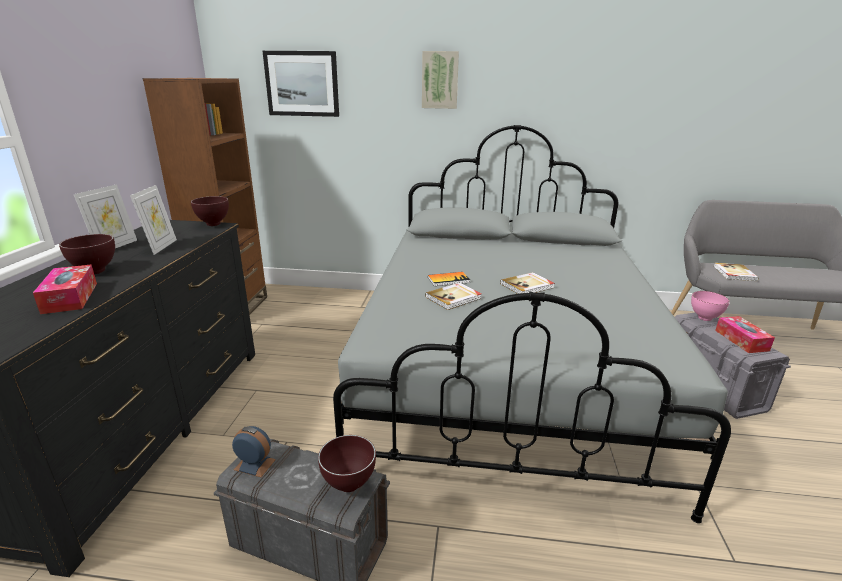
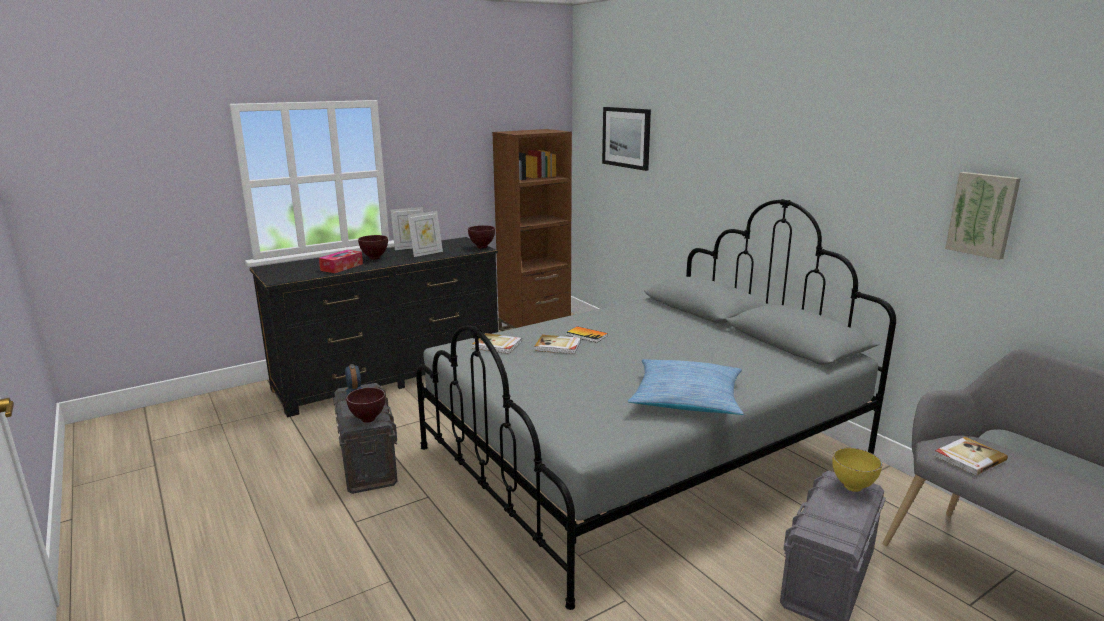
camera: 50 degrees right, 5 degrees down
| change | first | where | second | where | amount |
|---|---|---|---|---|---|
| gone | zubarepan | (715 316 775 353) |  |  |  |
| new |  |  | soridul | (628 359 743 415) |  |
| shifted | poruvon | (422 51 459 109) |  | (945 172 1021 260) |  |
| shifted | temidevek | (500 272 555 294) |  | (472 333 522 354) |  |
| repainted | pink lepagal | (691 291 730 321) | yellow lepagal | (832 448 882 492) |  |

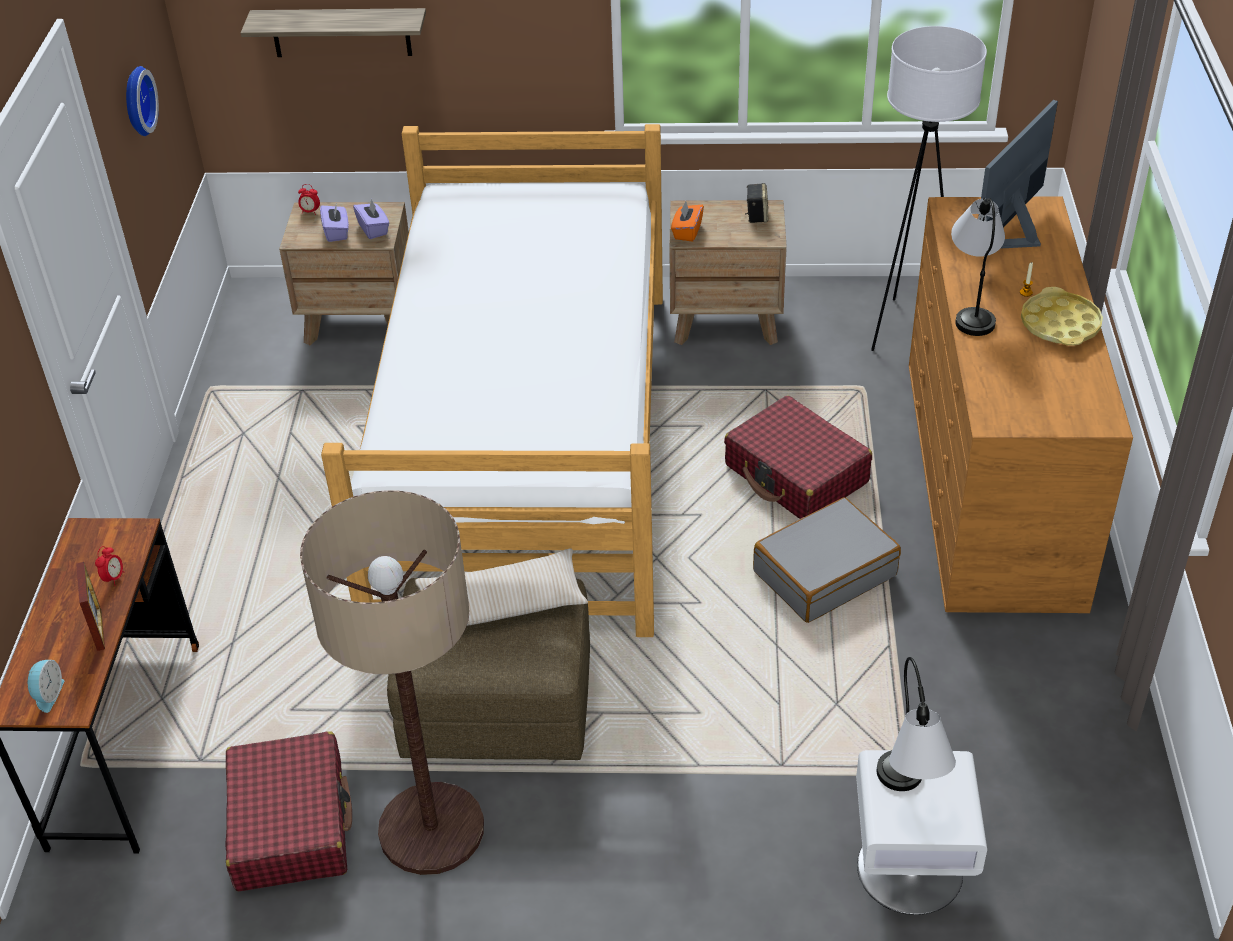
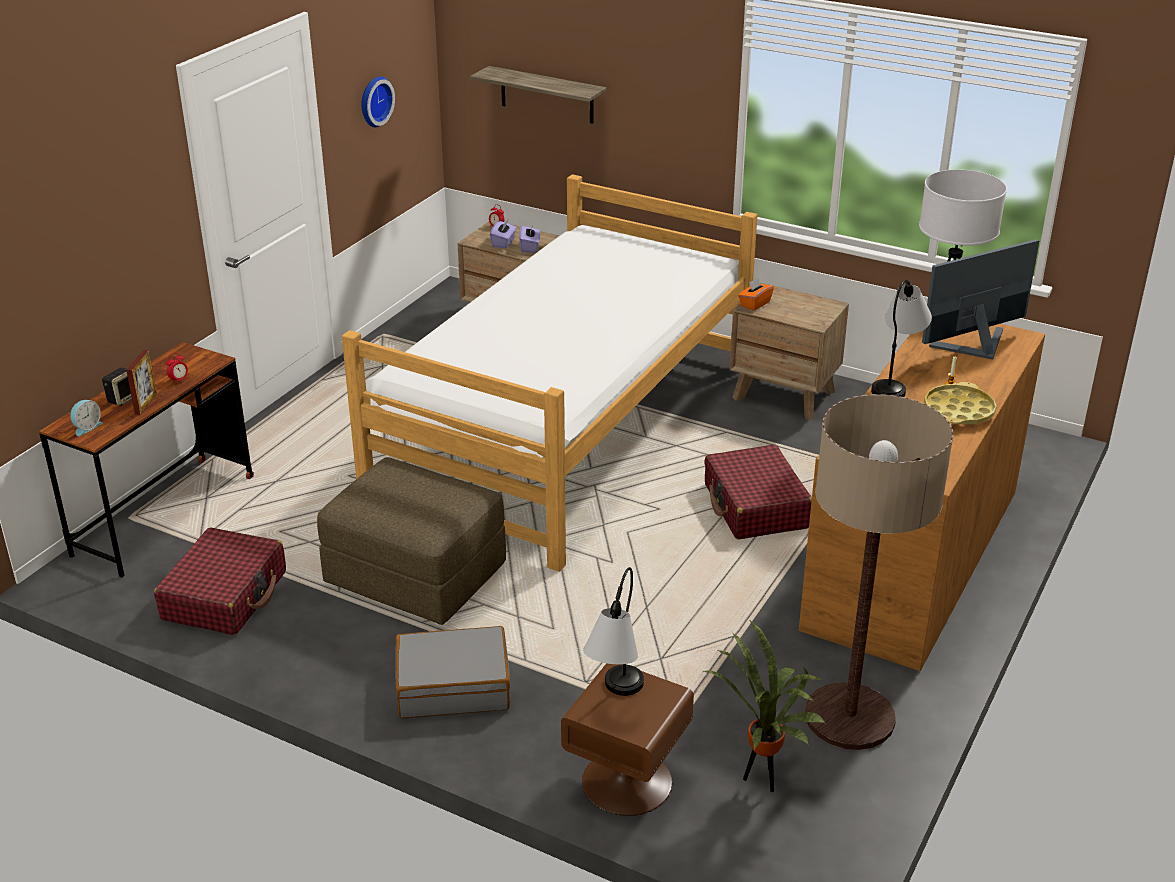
camera: 25 degrees right, 10 degrees down
| change | first | where | second | where | amount |
|---|---|---|---|---|---|
| gone | beige soridul | (415 549 588 626) |  |  |  |
| new |  |  | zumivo | (702 621 827 792) |  |
| shifted | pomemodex | (300 490 484 875) |  | (805 394 953 750) |  |
| shifted | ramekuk | (745 183 768 223) |  | (102 367 132 406) |  |
| shifted | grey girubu | (753 497 901 623) |  | (395 626 510 718) |  |
| repainted | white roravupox | (856 750 987 915) | brown roravupox | (561 663 694 816) |  |

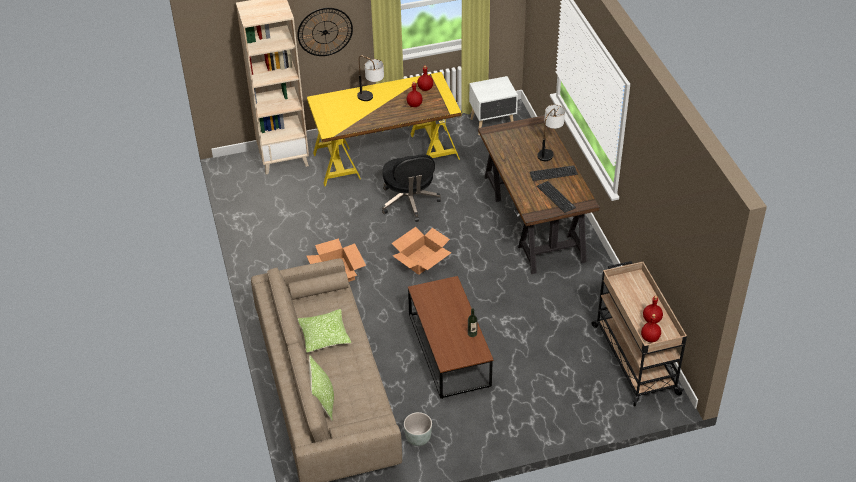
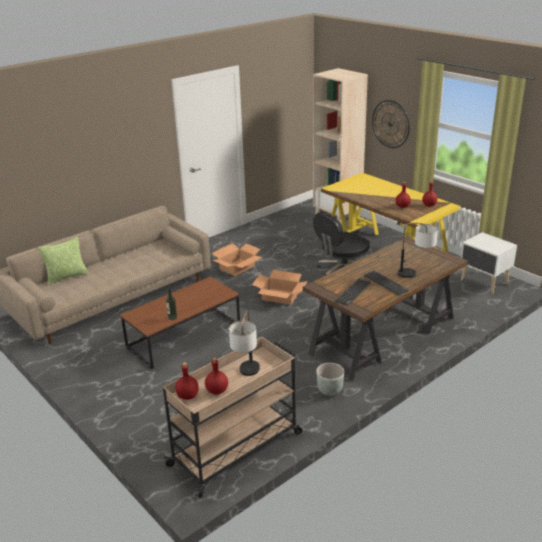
camera: 65 degrees right, 15 degrees down
| change | first | where | second | where | amount |
|---|---|---|---|---|---|
| gone | soridul | (298 309 351 353) |  |  |  |
| shifted | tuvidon | (357 55 384 101) |  | (229 310 260 376) |  |
| shifted | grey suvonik | (404 412 432 446) |  | (316 363 344 396) |  |

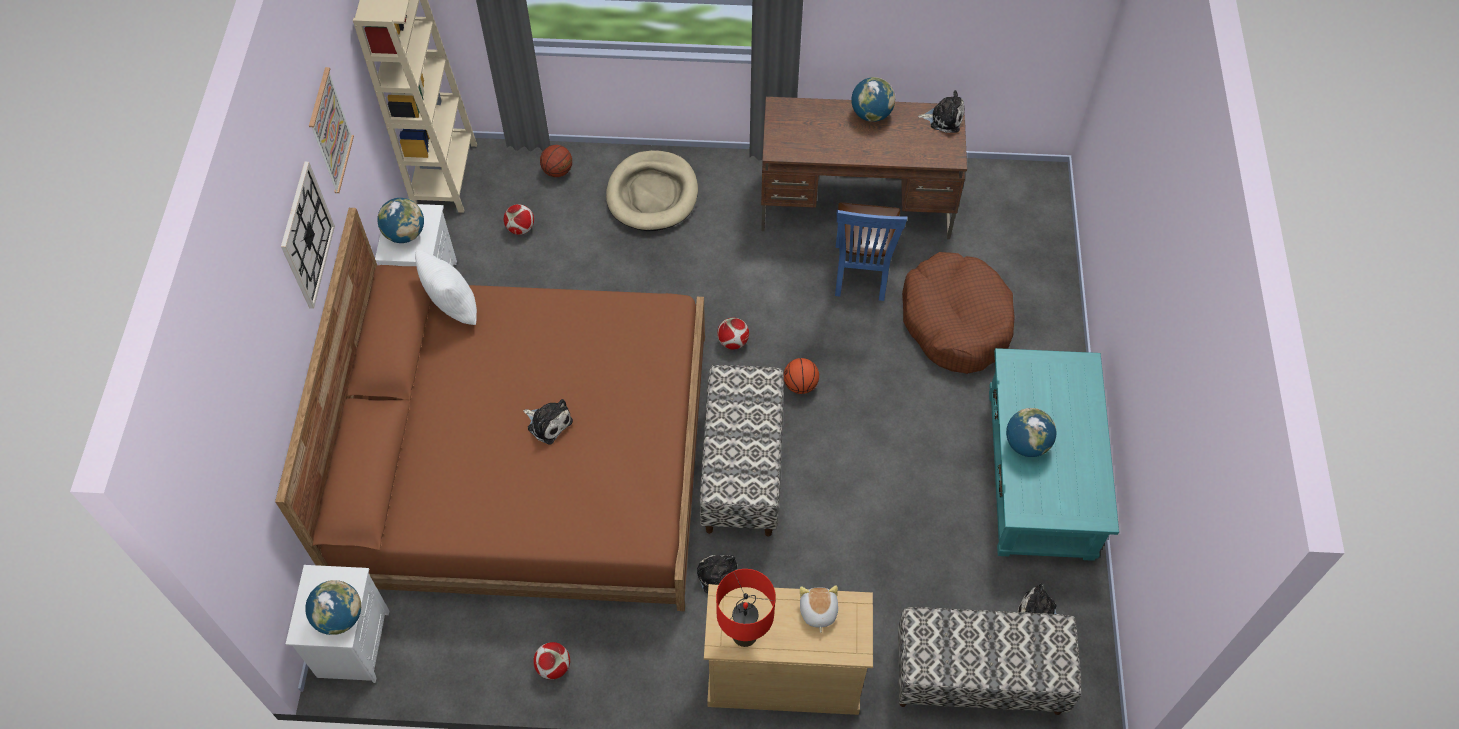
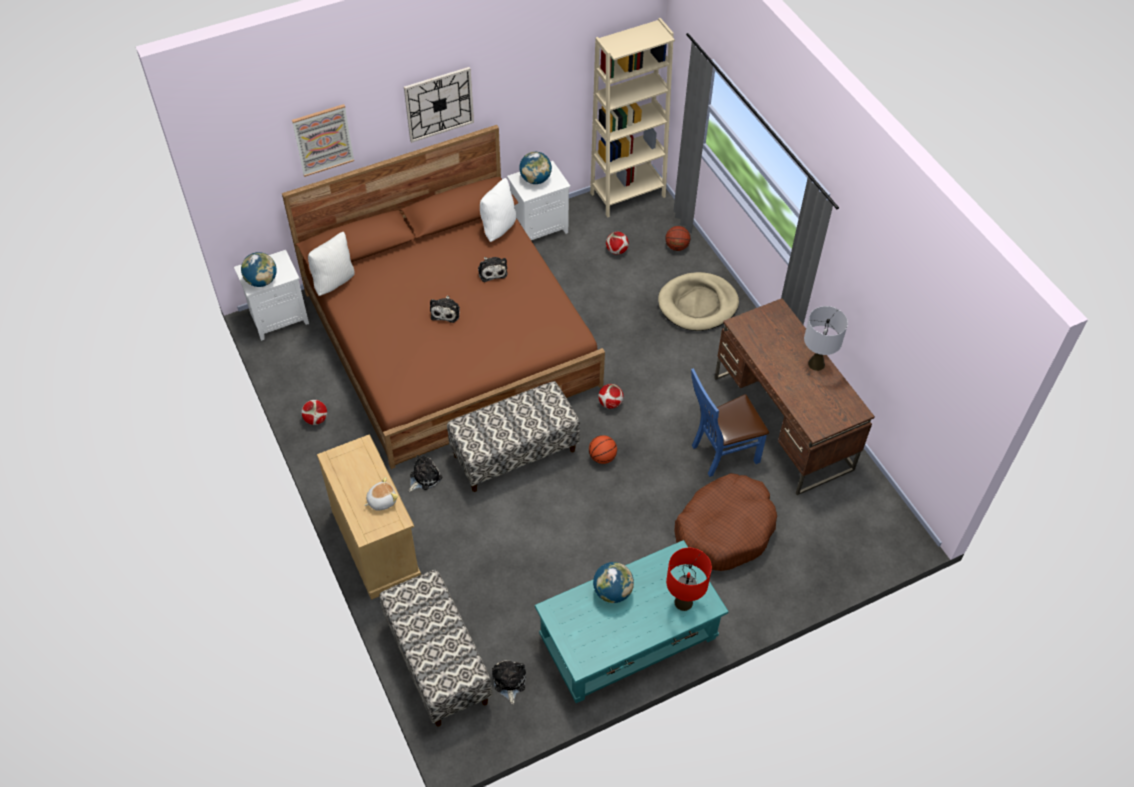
camera: 60 degrees right, 5 degrees down
| change | first | where | second | where | amount |
|---|---|---|---|---|---|
| new |  |  | white soridul | (308 232 355 296) |  |
| shifted | poruvon | (309 67 354 193) |  | (292 104 354 177) |  |
| shifted | red tuvidon | (716 569 776 647) |  | (666 548 712 611) |  |
| shifted | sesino | (918 90 964 133) |  | (478 257 507 282) |  |
| swapped | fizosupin | (851 77 895 122) | grey tuvidon | (804 306 848 371) |  |

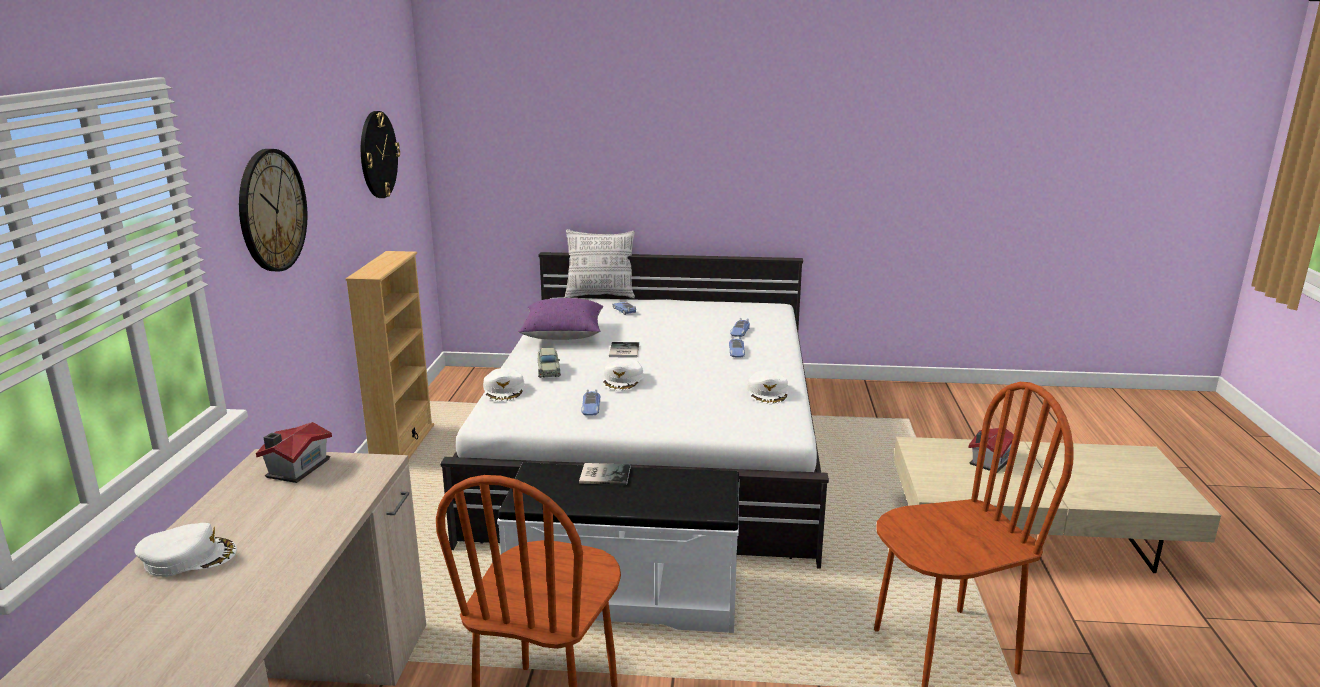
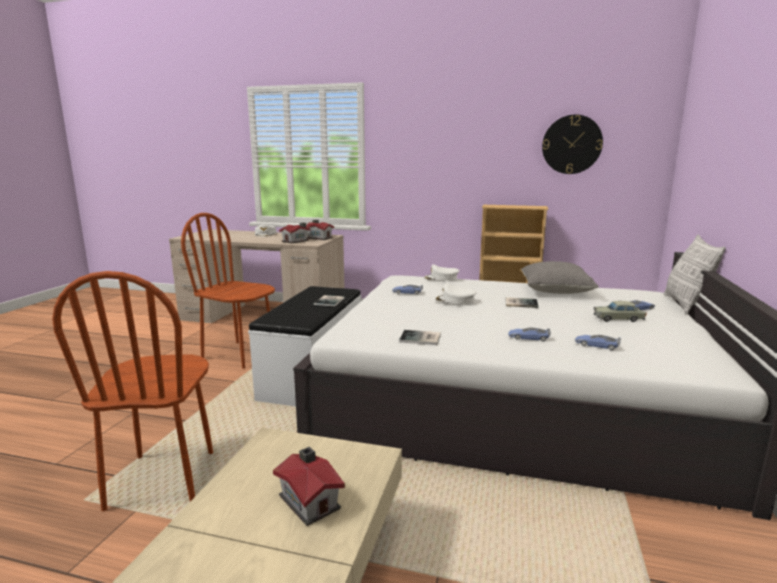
camera: 100 degrees right, 5 degrees down
| change | first | where | second | where | amount |
|---|---|---|---|---|---|
| gone | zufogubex | (239 149 307 271) |  |  |  |
| new |  |  | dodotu | (279 222 310 243) |  |
| shifted | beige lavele | (538 348 561 378) |  | (594 301 647 322) |  |
| swapped | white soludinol | (747 370 788 404) | temidevek | (399 330 441 345) |  |
| repainted | purple soridul | (518 298 603 340) | grey soridul | (521 261 599 294) |  |

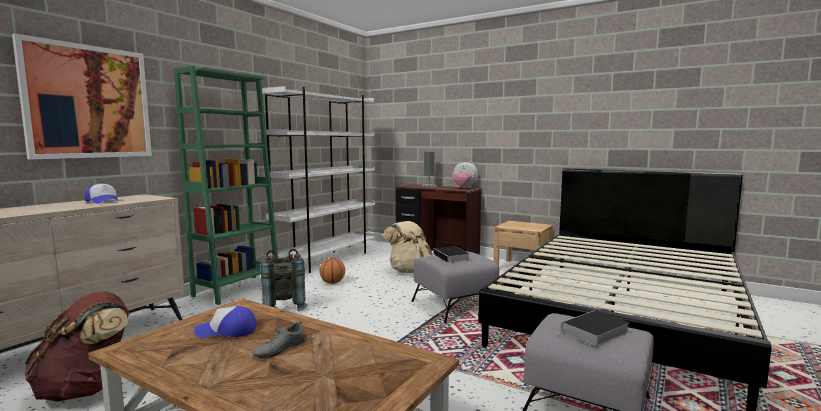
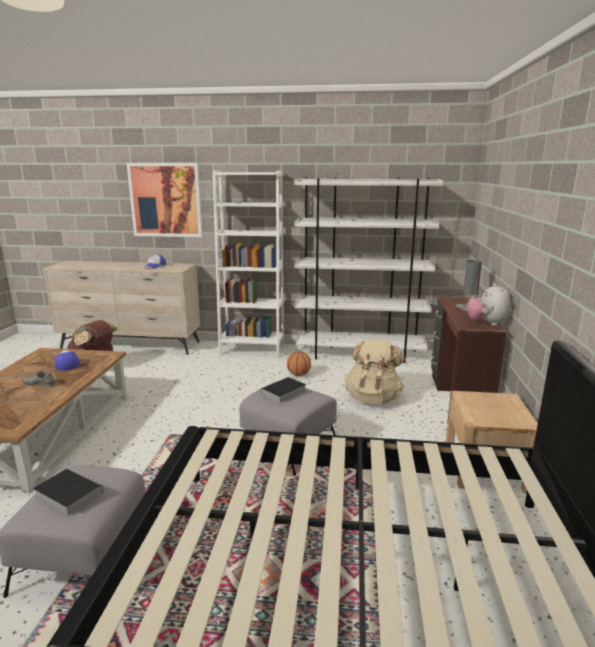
camera: 65 degrees right, 10 degrees up
| change | first | where | second | where | amount |
|---|---|---|---|---|---|
| gone | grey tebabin | (261 249 308 311) |  |  |  |
| repainted | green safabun | (174 66 278 305) | white safabun | (213 170 284 358) |  |

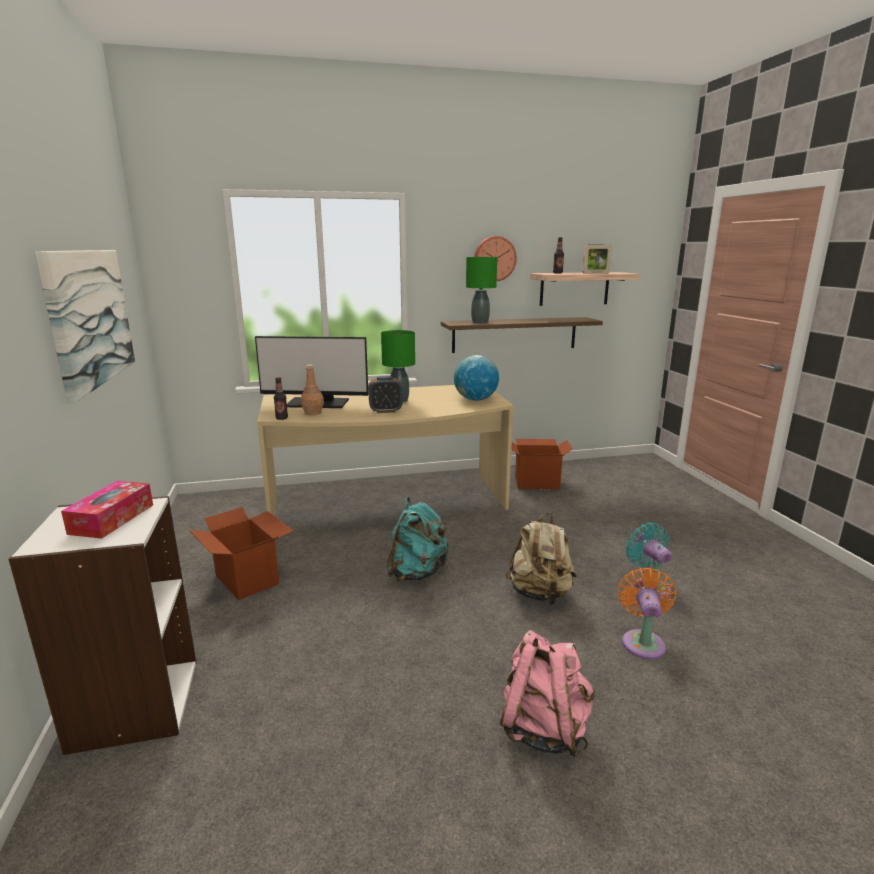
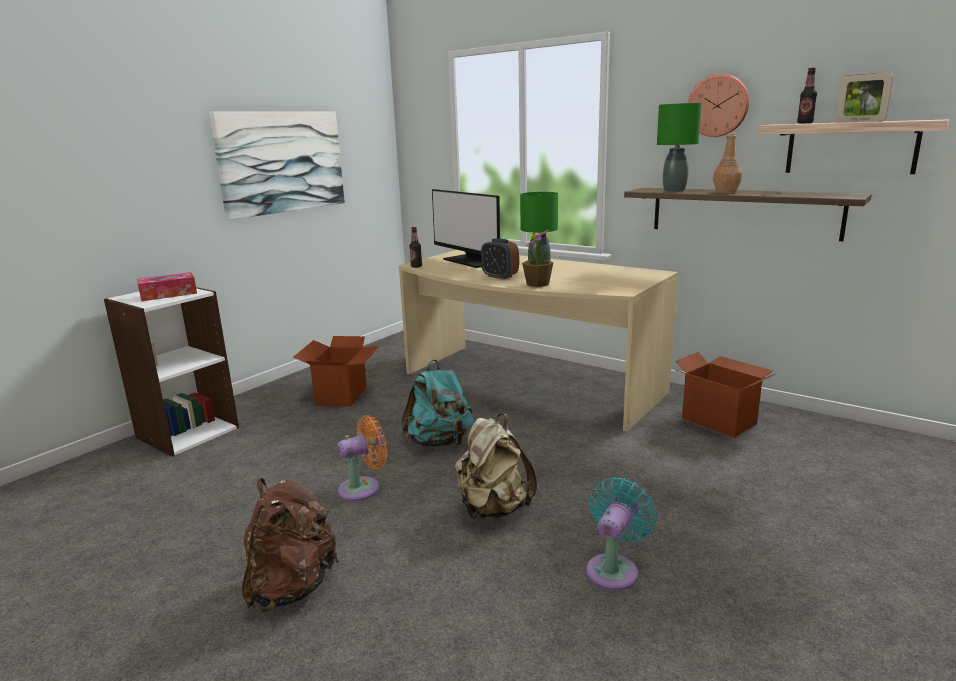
camera: 50 degrees right, 0 degrees up
| change | first | where | second | where | amount |
|---|---|---|---|---|---|
| gone | fizosupin | (454 355 499 401) |  |  |  |
| new |  |  | zumivo | (522 229 554 287) |  |
| shifted | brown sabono | (301 365 324 415) |  | (713 133 742 193) |  |
| shifted | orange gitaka | (617 568 677 659) |  | (337 415 387 501) |  |
| repainted | pink tebabin | (500 630 595 758) | brown tebabin | (242 478 339 612) |  |

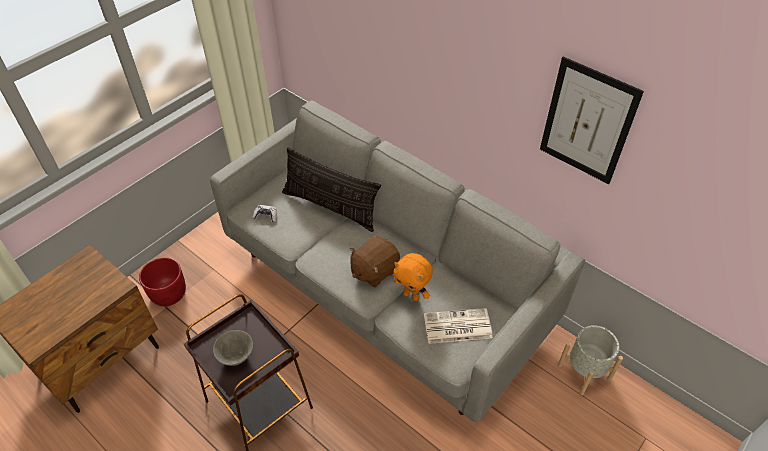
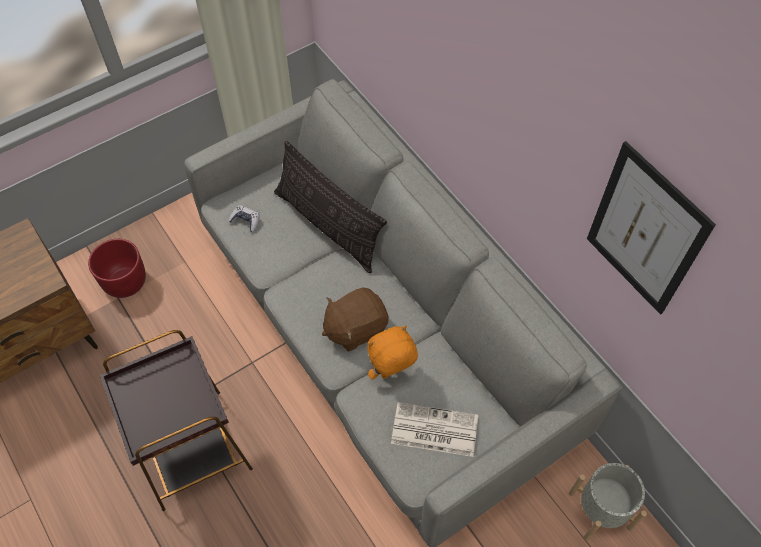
camera: 15 degrees right, 10 degrees up
| change | first | where | second | where | amount |
|---|---|---|---|---|---|
| gone | grey lepagal | (213 330 253 366) |  |  |  |
| rotated | orange sesino | (393 253 433 301) |  | (367 325 418 380) | 105 degrees clockwise |

